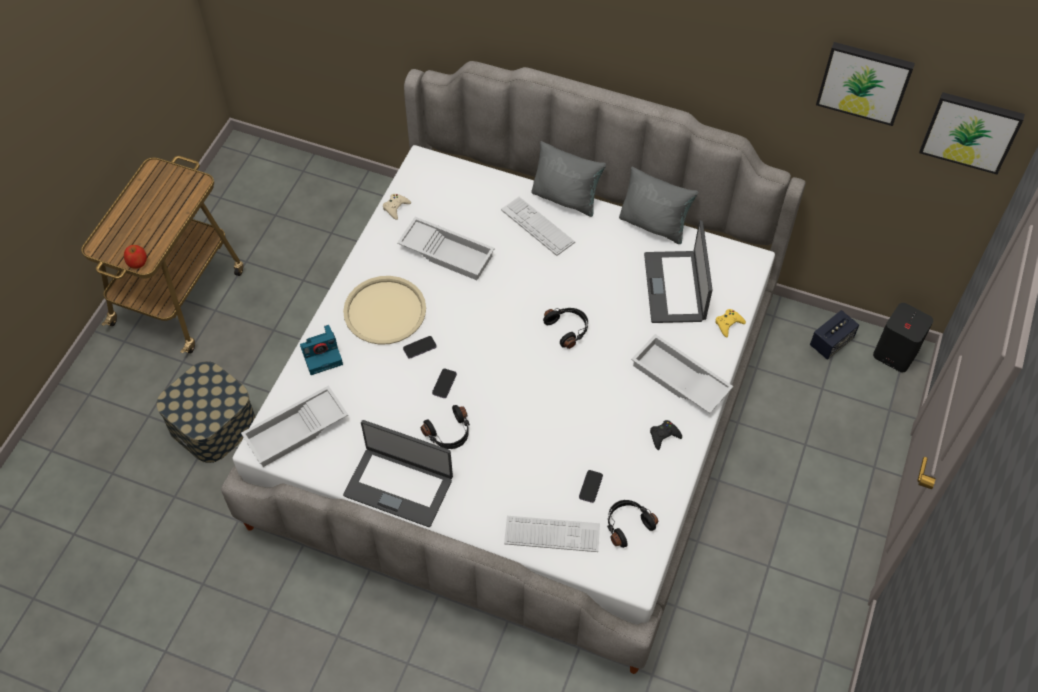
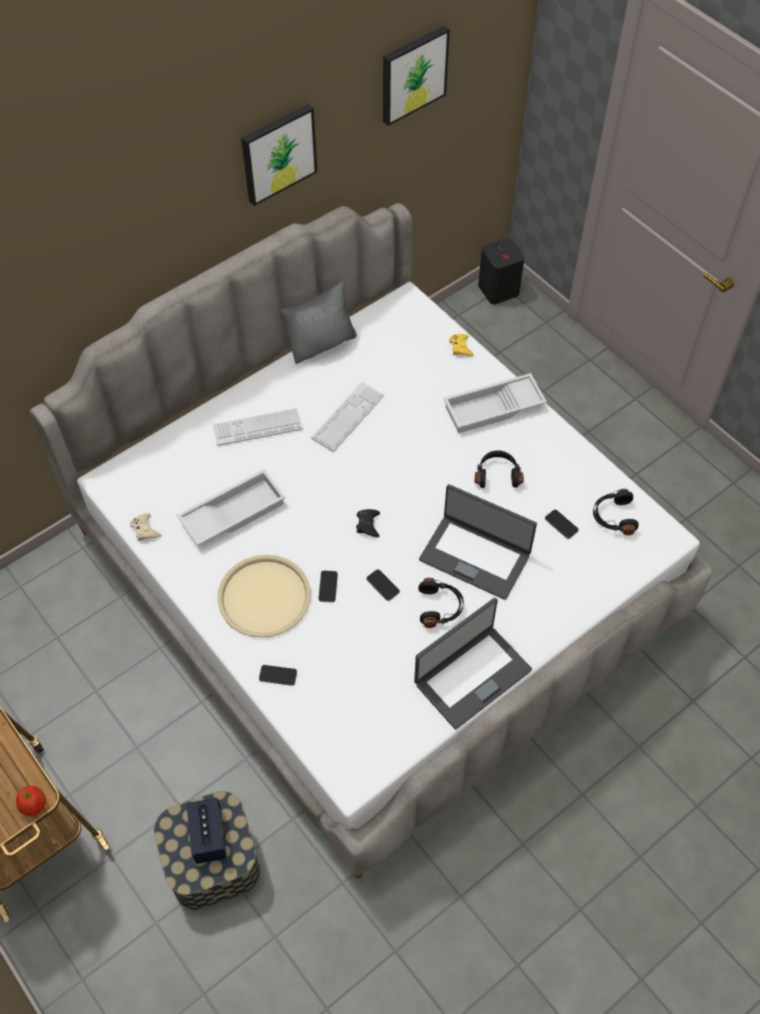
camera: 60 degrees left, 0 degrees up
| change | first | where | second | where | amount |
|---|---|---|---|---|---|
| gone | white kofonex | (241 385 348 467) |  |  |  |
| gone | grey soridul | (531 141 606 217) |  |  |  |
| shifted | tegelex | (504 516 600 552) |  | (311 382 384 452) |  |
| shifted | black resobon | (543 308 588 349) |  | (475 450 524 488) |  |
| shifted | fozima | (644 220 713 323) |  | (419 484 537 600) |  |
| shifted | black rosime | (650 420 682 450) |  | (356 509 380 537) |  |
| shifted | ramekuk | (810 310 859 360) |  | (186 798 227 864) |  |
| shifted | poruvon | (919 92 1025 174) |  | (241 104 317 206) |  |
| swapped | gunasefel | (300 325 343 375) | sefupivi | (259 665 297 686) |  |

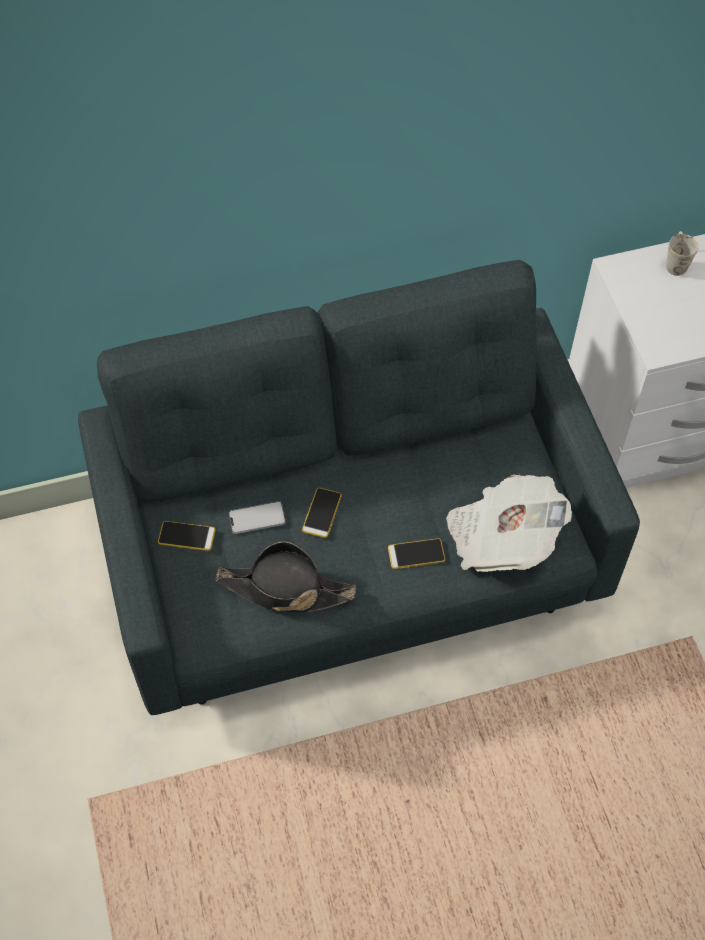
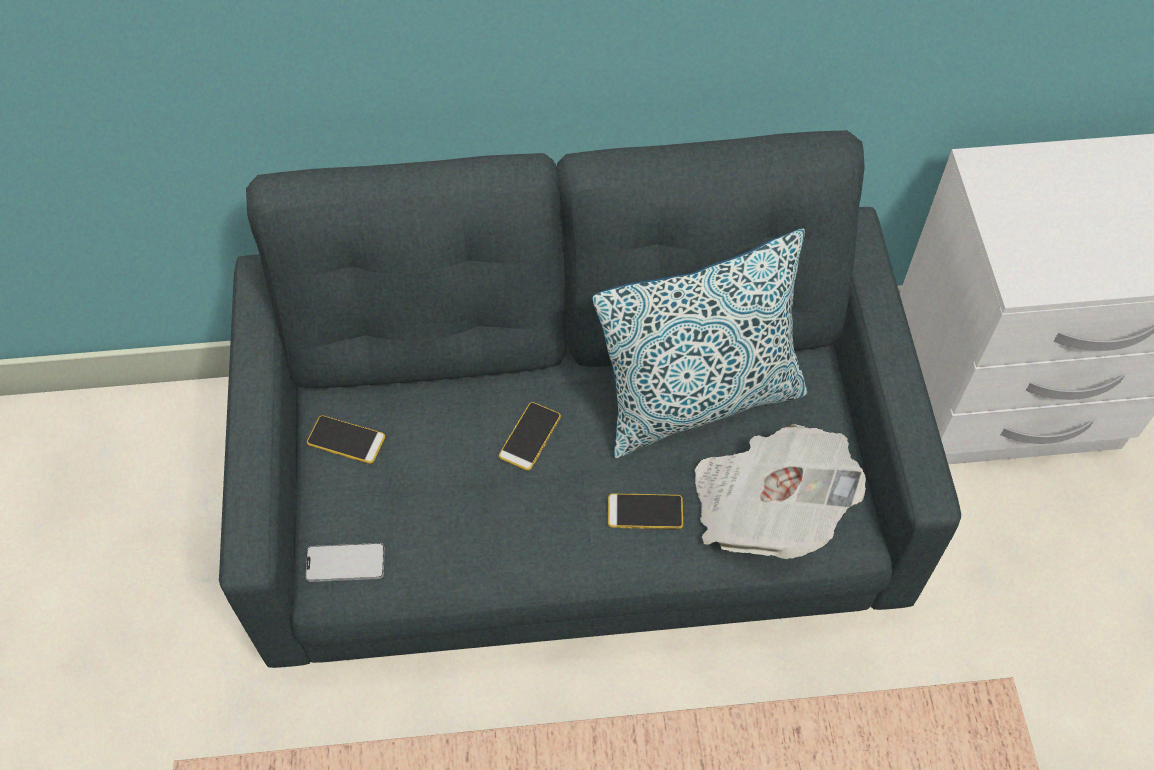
camera: 10 degrees right, 0 degrees up
| change | first | where | second | where | amount |
|---|---|---|---|---|---|
| gone | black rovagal | (215 542 356 612) |  |  |  |
| gone | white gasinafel | (666 231 699 276) |  |  |  |
| new |  |  | soridul | (592 228 807 459) |  |
| shifted | sefupivi | (229 501 286 534) |  | (306 543 385 582) |  |

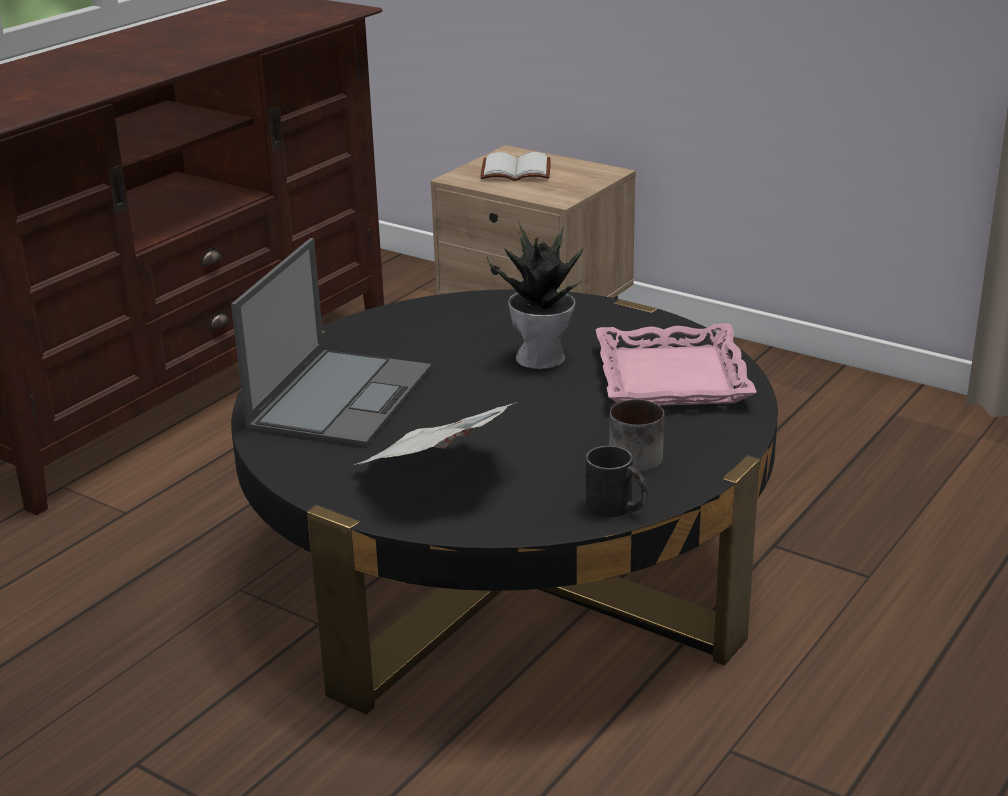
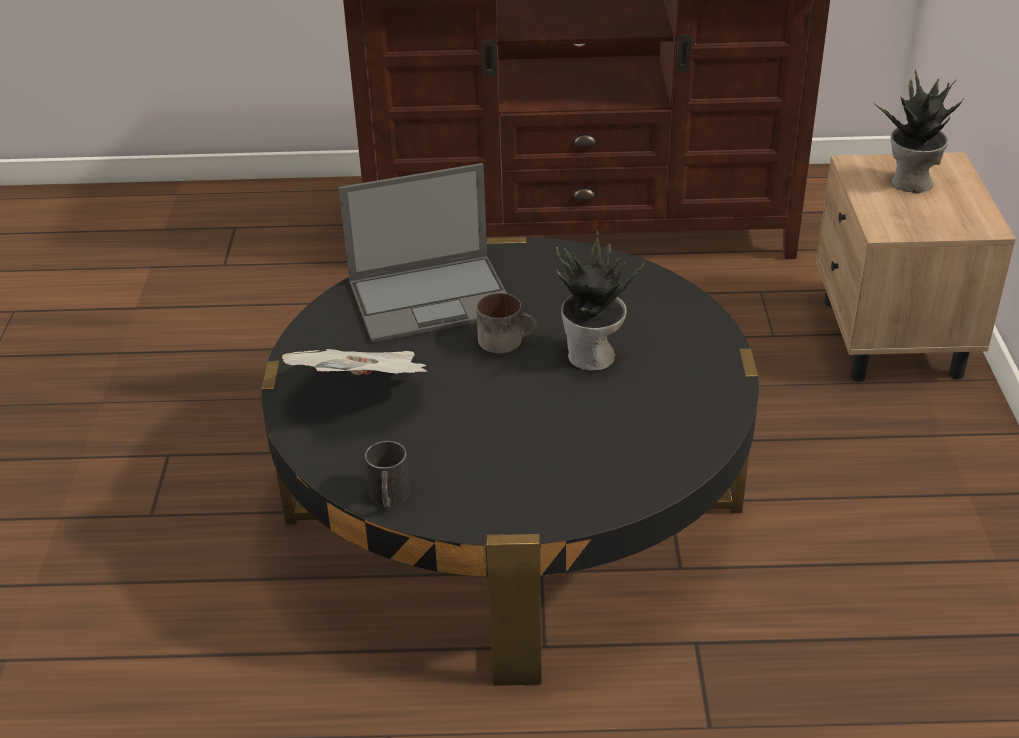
camera: 55 degrees right, 10 degrees up
| change | first | where | second | where | amount |
|---|---|---|---|---|---|
| gone | pink kofonex | (596 323 757 406) |  |  |  |
| shifted | gasinafel | (609 399 665 472) |  | (477 293 536 353) |  |
| swapped | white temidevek | (480 152 550 181) | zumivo | (874 70 963 193) |  |

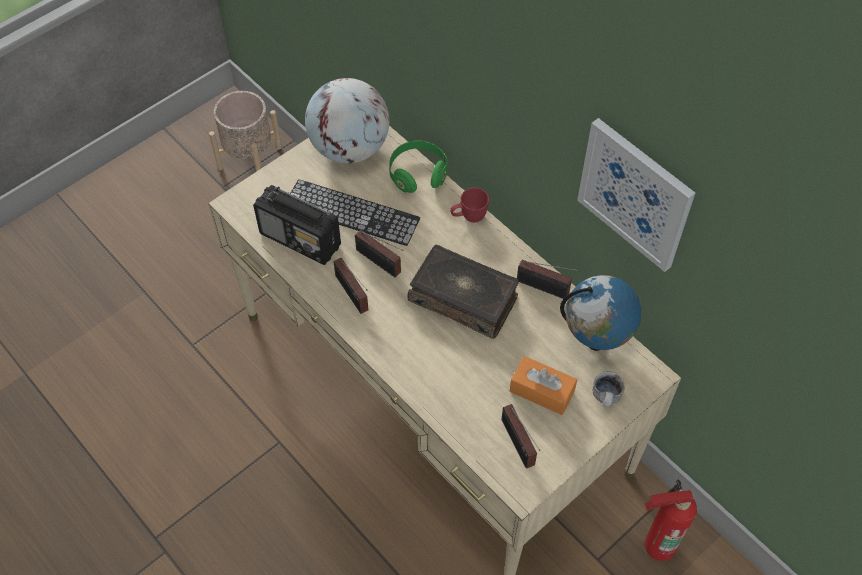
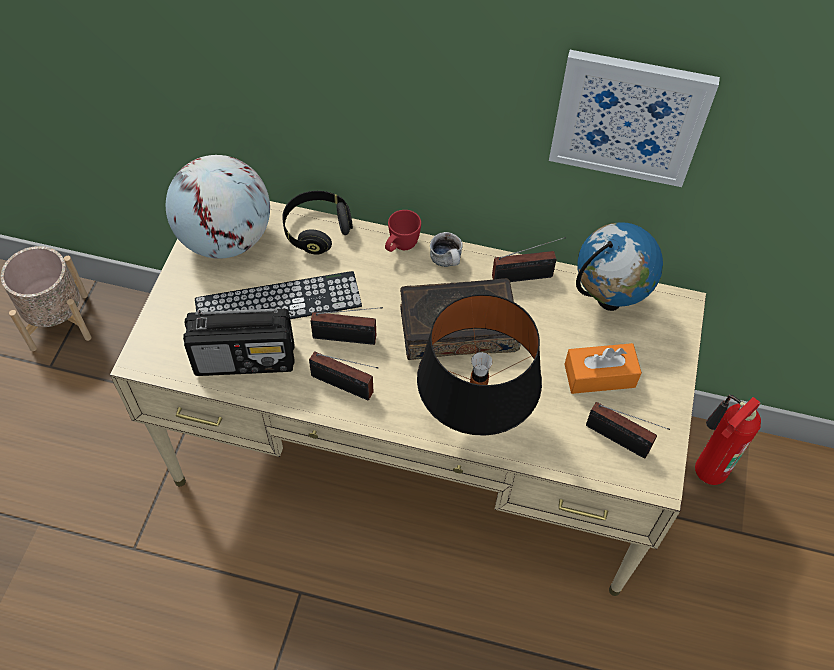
camera: 35 degrees left, 0 degrees up
| change | first | where | second | where | amount |
|---|---|---|---|---|---|
| new |  |  | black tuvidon | (417 294 542 436) |  |
| shifted | gasinafel | (593 371 625 408) |  | (430 232 463 267) |  |
| repainted | green resobon | (389 140 447 193) | black resobon | (282 191 353 255) |  |

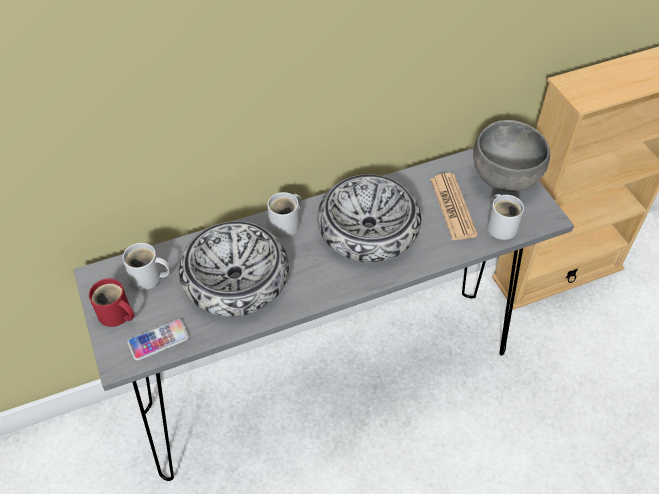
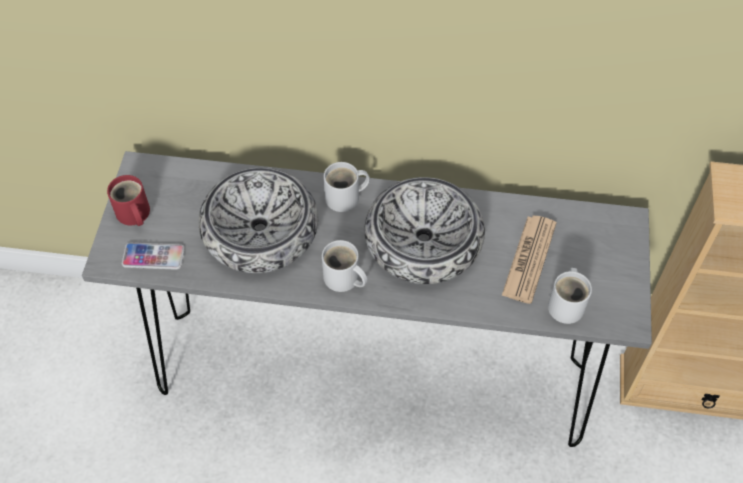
camera: 30 degrees right, 5 degrees up
| change | first | where | second | where | amount |
|---|---|---|---|---|---|
| gone | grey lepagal | (473 120 550 192) |  |  |  |
| shifted | white gasinafel | (122 243 171 290) |  | (322 240 367 292) |  |

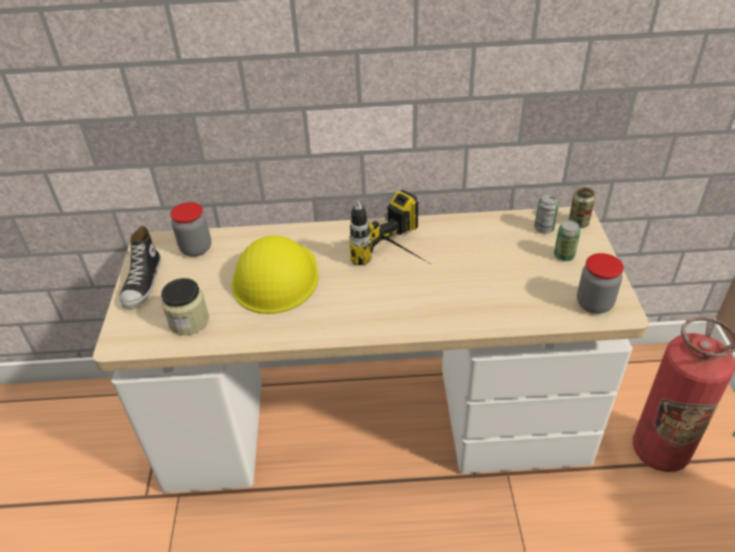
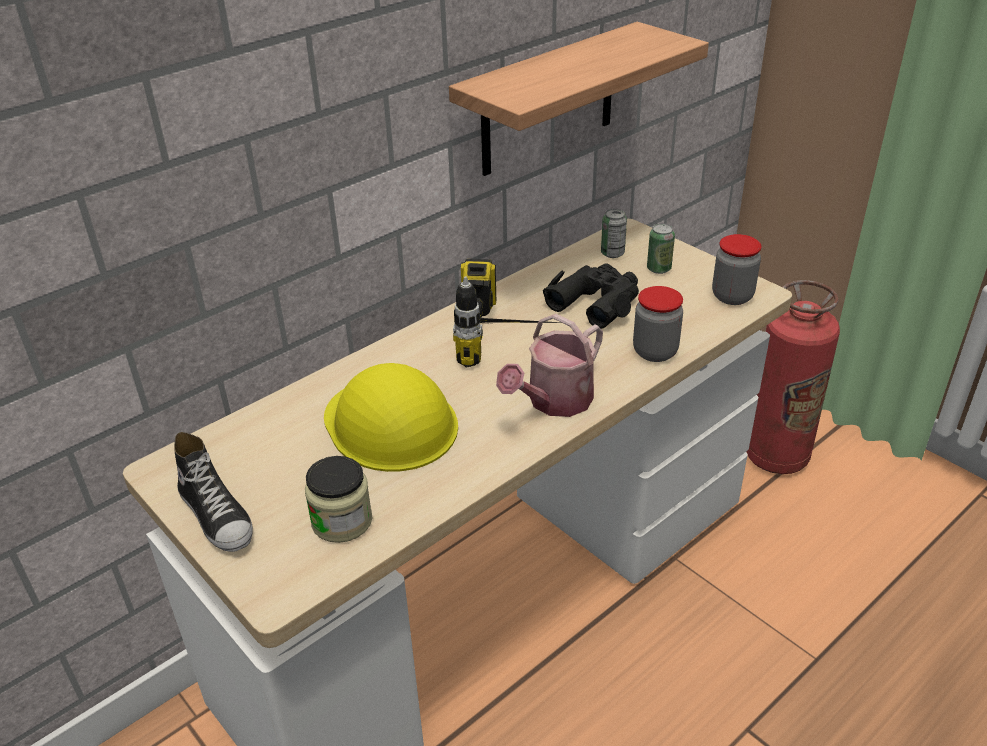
camera: 40 degrees left, 5 degrees down
| change | first | where | second | where | amount |
|---|---|---|---|---|---|
| gone | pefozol | (569 187 595 228) |  |  |  |
| new |  |  | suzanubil | (449 22 709 176) |  |
| new |  |  | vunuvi | (496 314 603 417) |  |
| new |  |  | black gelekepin | (543 263 639 329) |  |
| shifted | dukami | (170 202 211 257) |  | (633 286 683 362) |  |

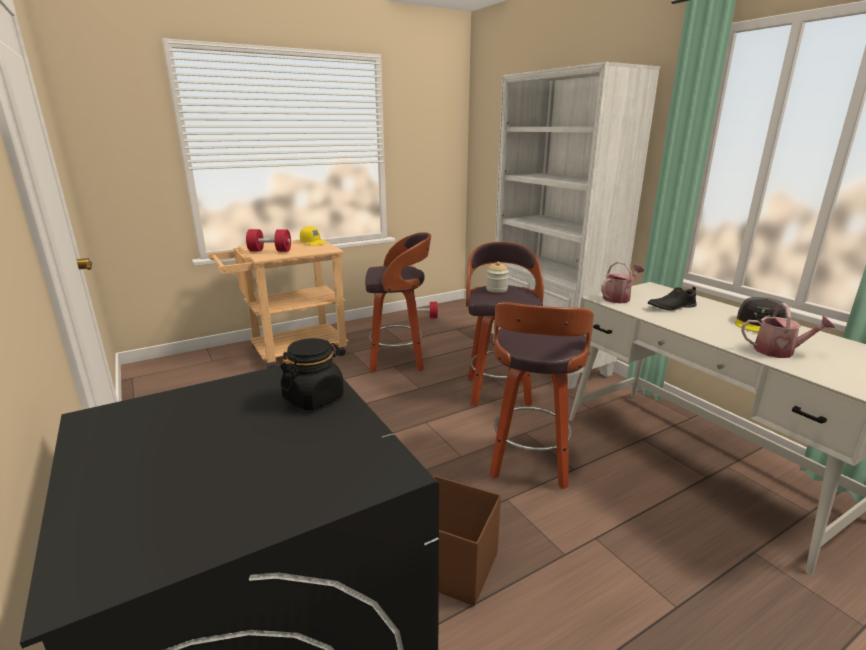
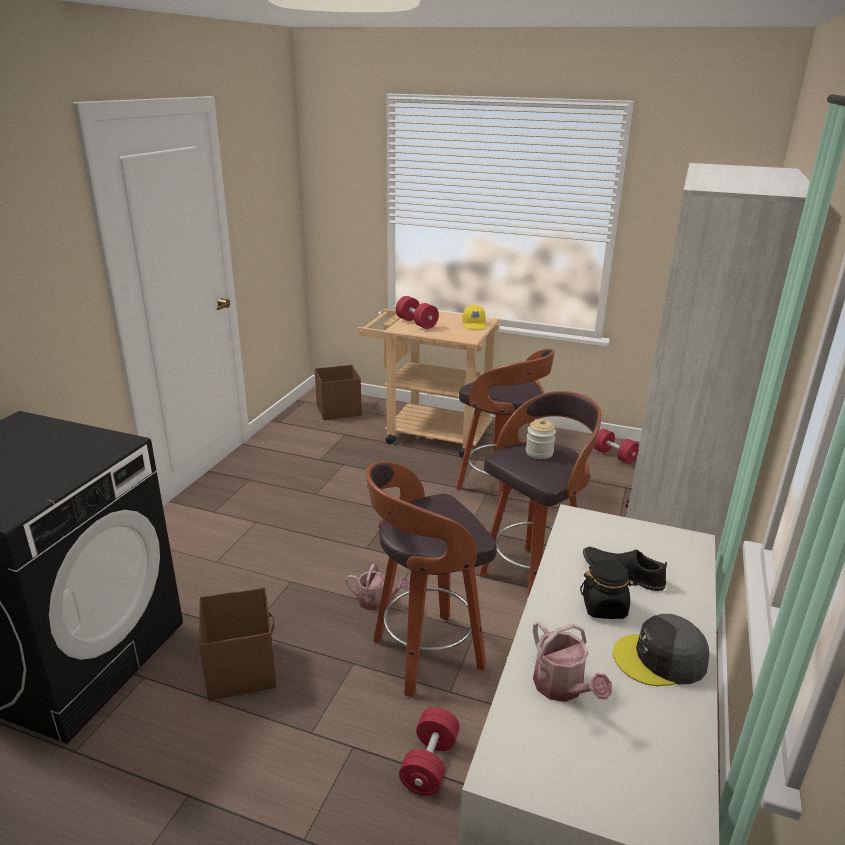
camera: 50 degrees right, 5 degrees up
| change | first | where | second | where | amount |
|---|---|---|---|---|---|
| new |  |  | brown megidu | (315 365 362 420) |  |
| new |  |  | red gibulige | (399 707 460 796) |  |
| shifted | black dukami | (280 338 344 410) |  | (580 560 637 619) |  |
| shifted | vunuvi | (601 262 644 303) |  | (345 564 410 610) |  |

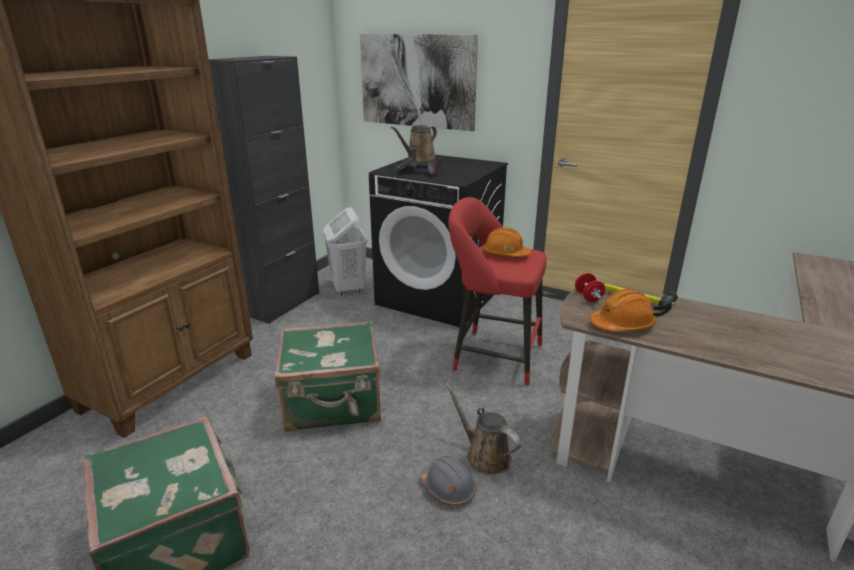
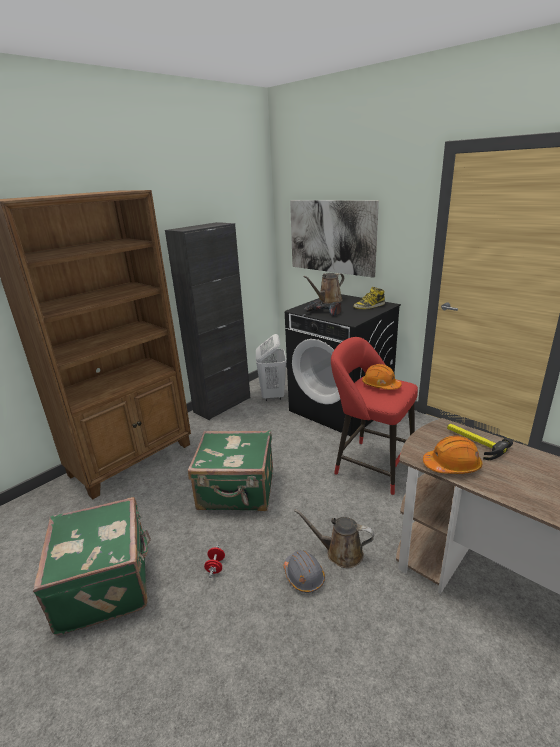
camera: 15 degrees right, 0 degrees up
| change | first | where | second | where | amount |
|---|---|---|---|---|---|
| new |  |  | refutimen | (353 287 385 309) |  |
| shifted | red gibulige | (575 273 605 302) |  | (204 544 225 578) |  |
| rotated | brown vunuvi | (445 383 521 475) |  | (294 509 374 568) | 45 degrees counterclockwise |

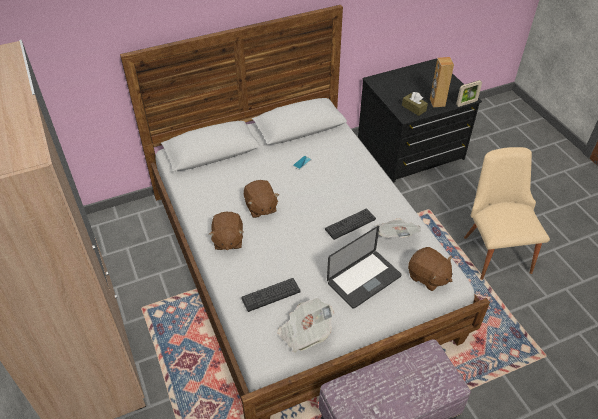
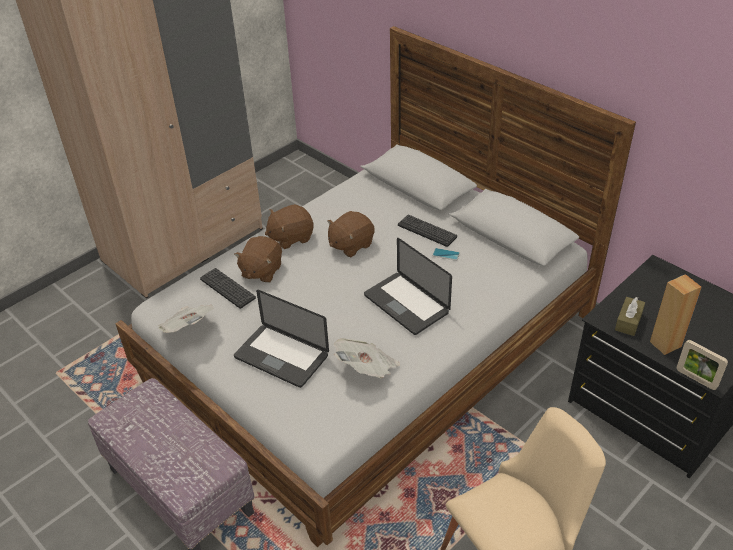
camera: 70 degrees right, 5 degrees down
| change | first | where | second | where | amount |
|---|---|---|---|---|---|
| new |  |  | fozima | (364 238 452 335) |  |
| shifted | tegelex | (325 209 376 240) |  | (398 214 457 247) |  |
| shifted | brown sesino | (408 247 453 291) |  | (234 236 282 282) |  |

